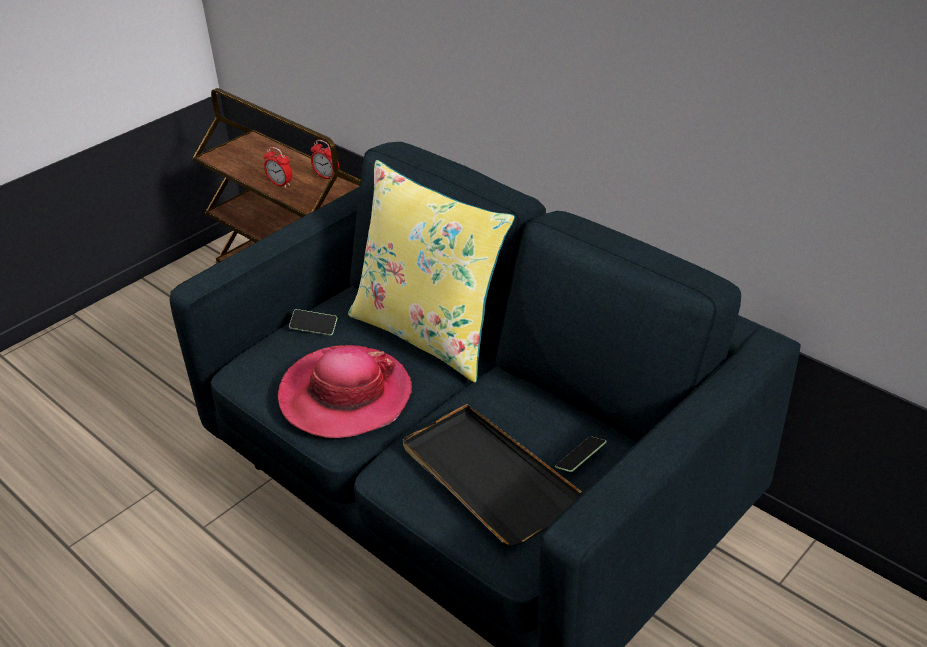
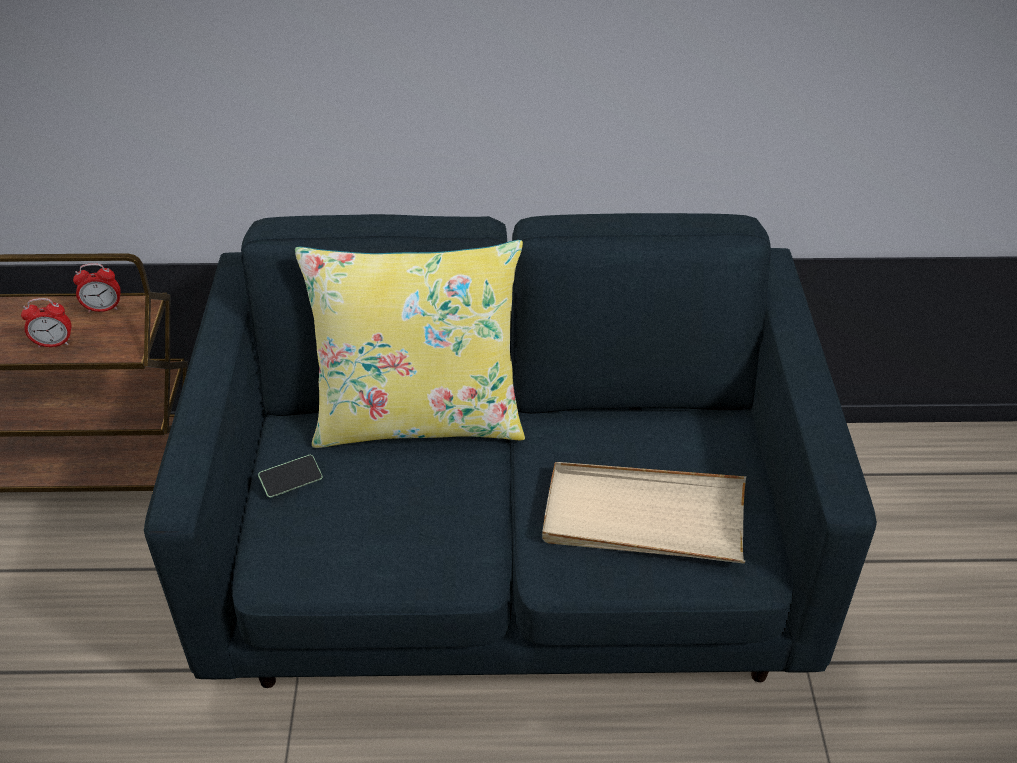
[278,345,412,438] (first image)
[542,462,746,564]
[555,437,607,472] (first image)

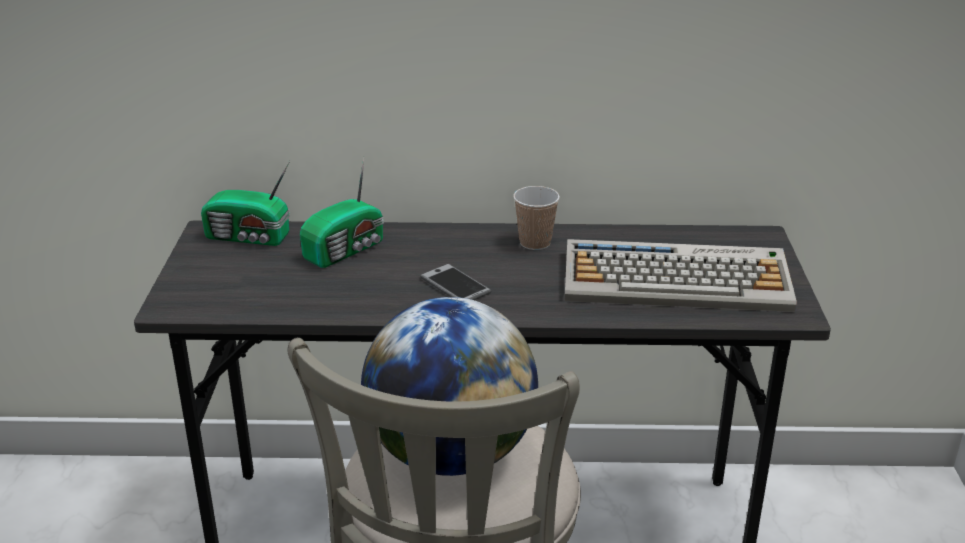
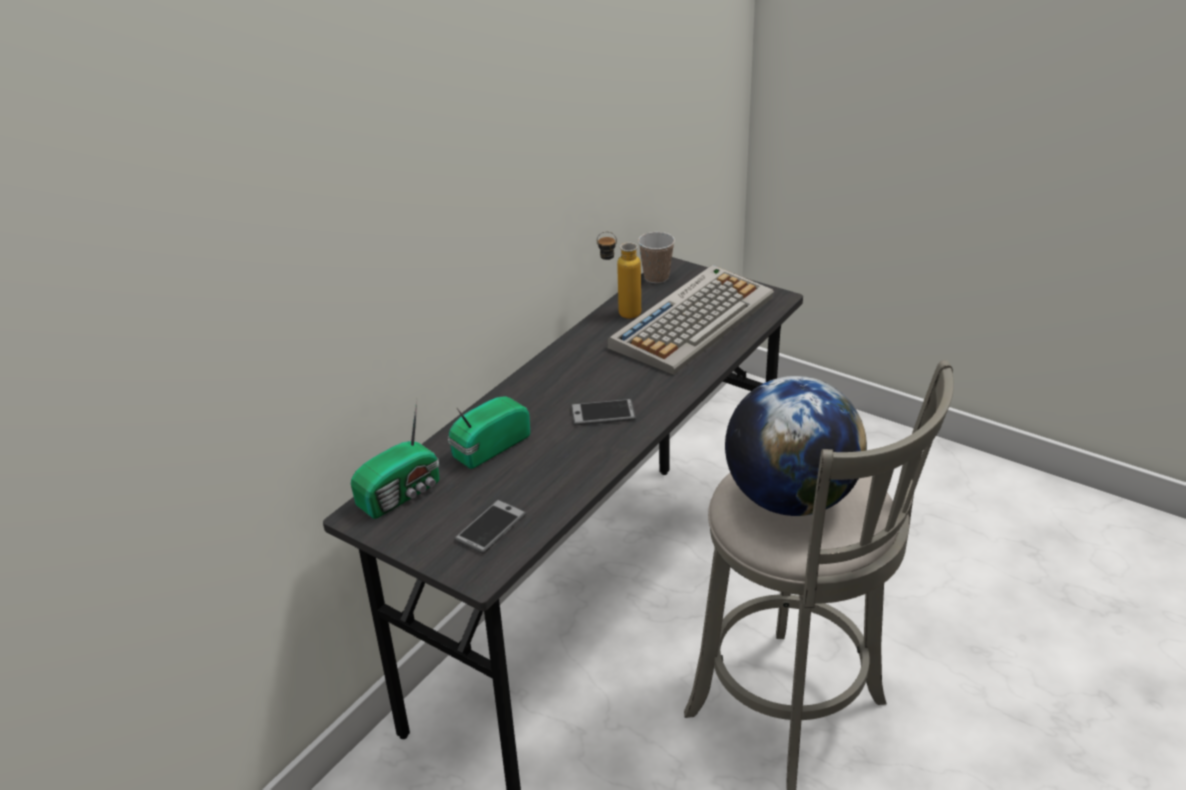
[448,396,530,469]
[638,232,675,283]
[597,231,641,319]
[454,500,526,554]

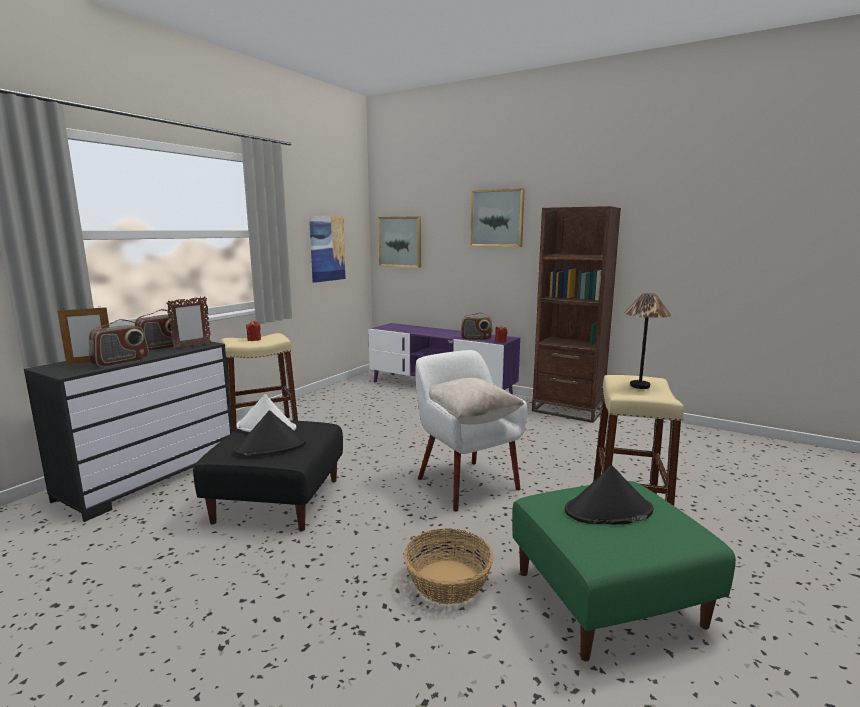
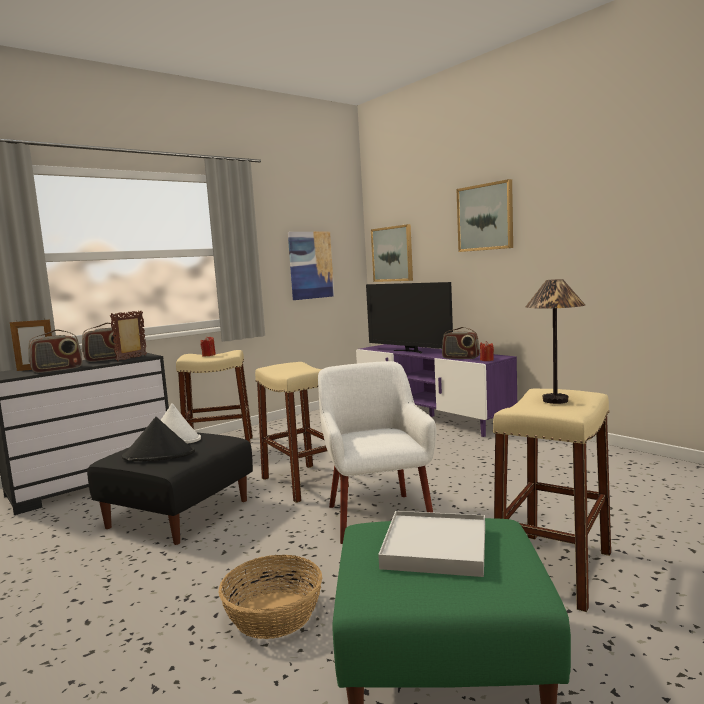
[532,206,621,423] (first image)
[110,310,147,361]
[429,378,524,424] (first image)
[378,511,485,577]
[366,282,453,353]
[255,362,349,503]

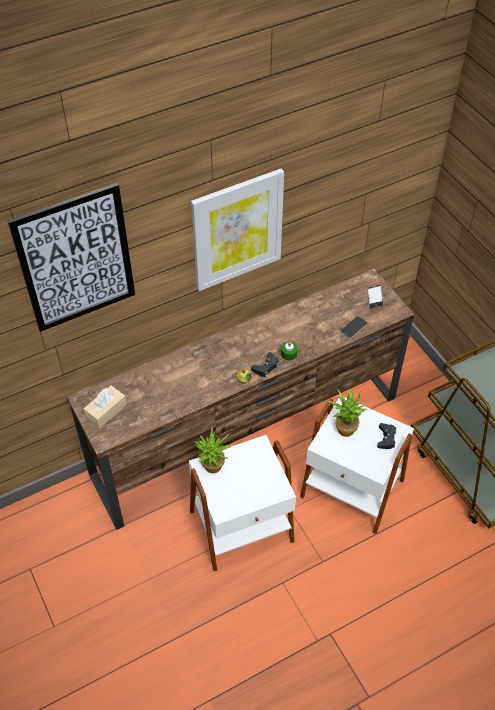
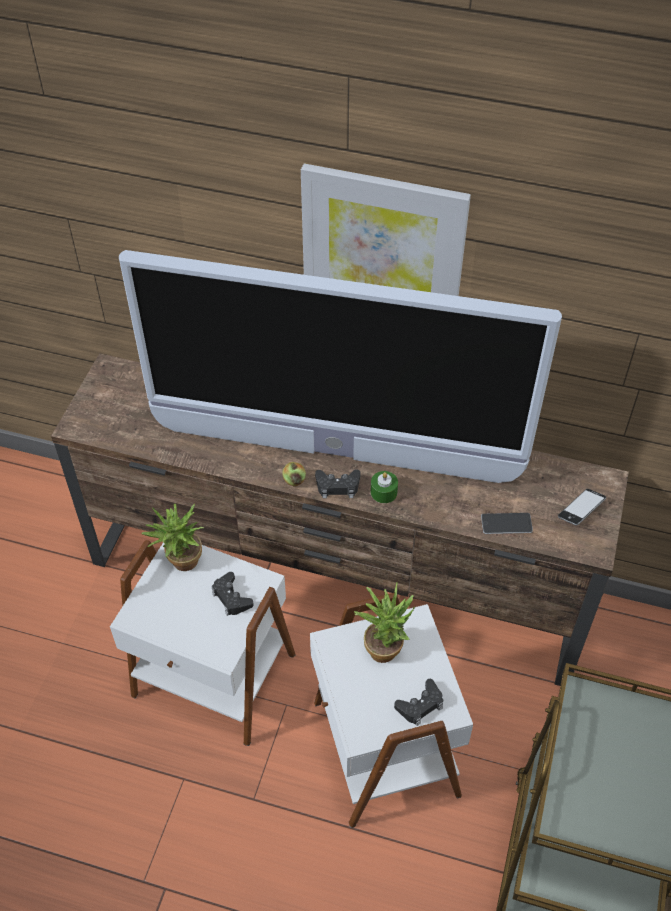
[7,183,135,332] (first image)
[83,385,127,429] (first image)
[119,250,562,483]
[212,572,254,616]

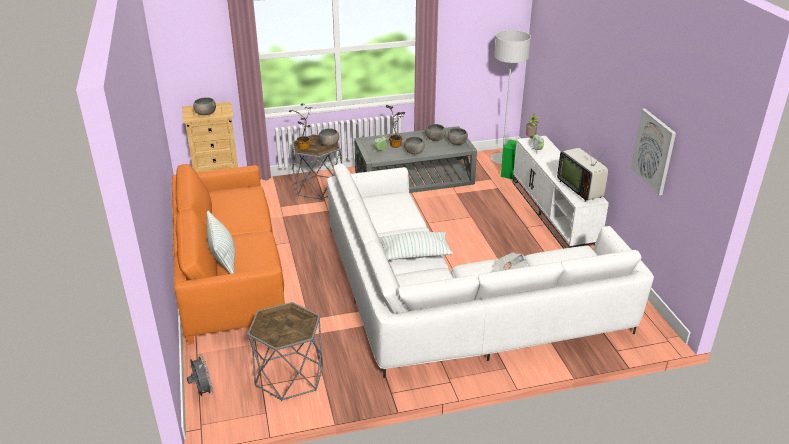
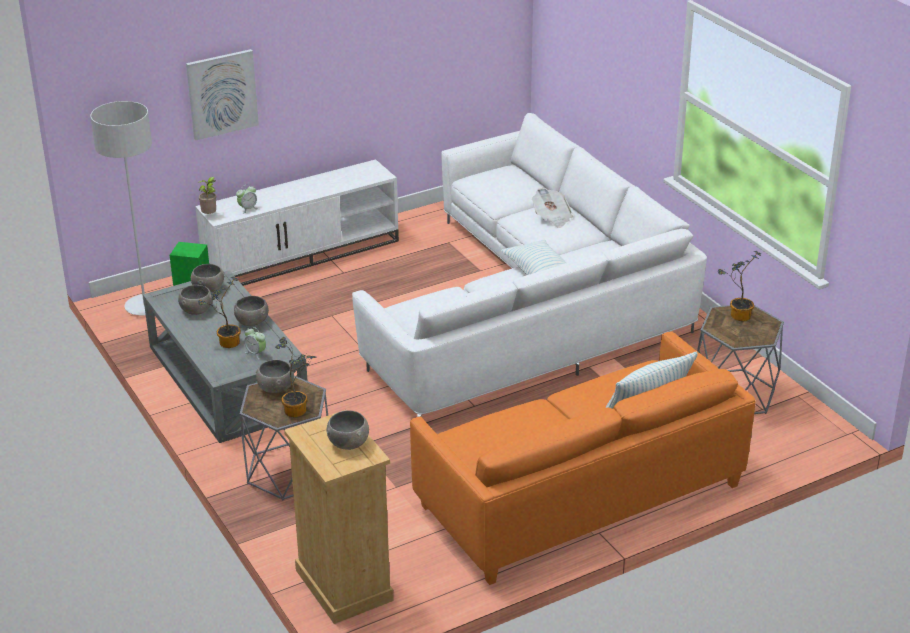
[186,49,259,140]
[557,137,609,202] (first image)
[187,354,214,396] (first image)
[718,251,761,321]

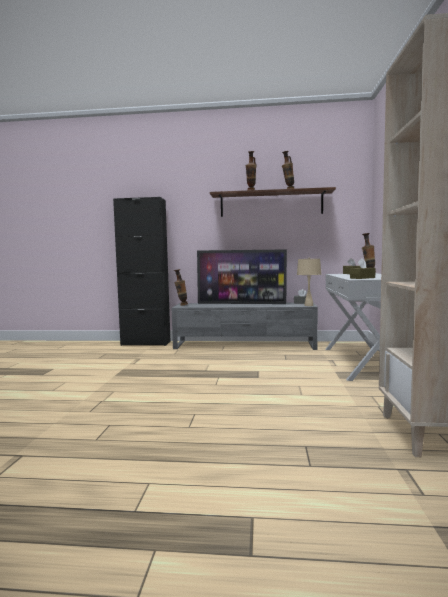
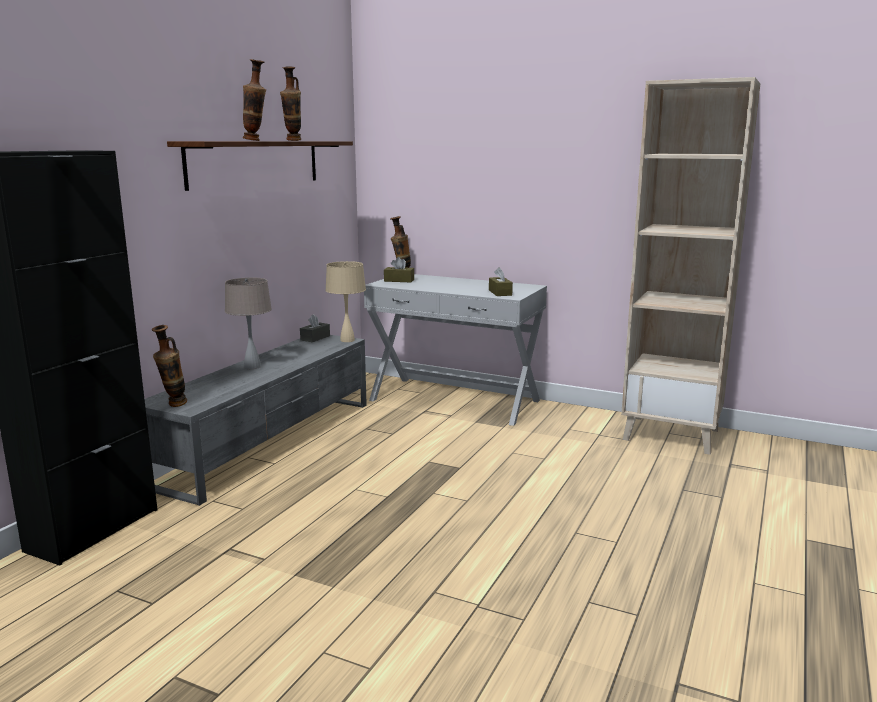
[225,277,272,369]

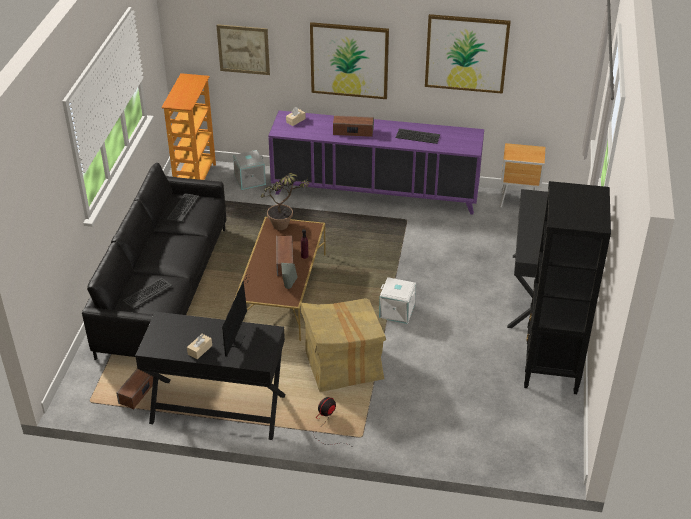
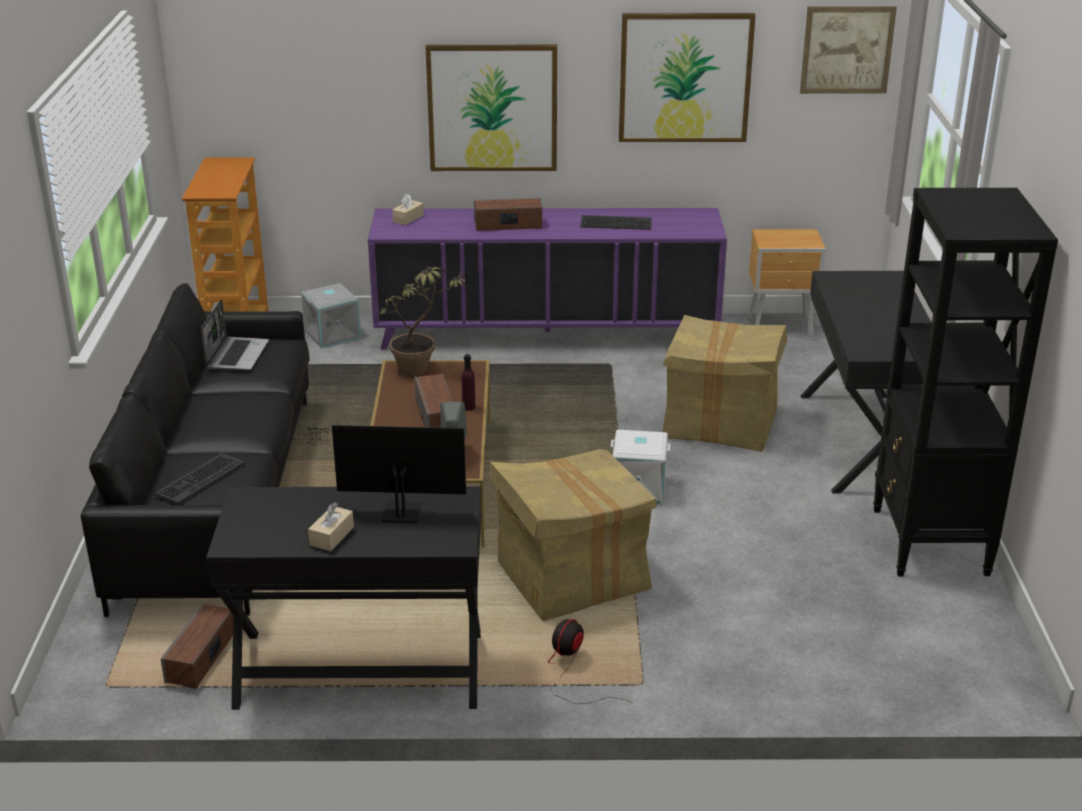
[800,6,897,94]
[201,299,269,371]
[290,425,466,523]
[663,315,787,451]

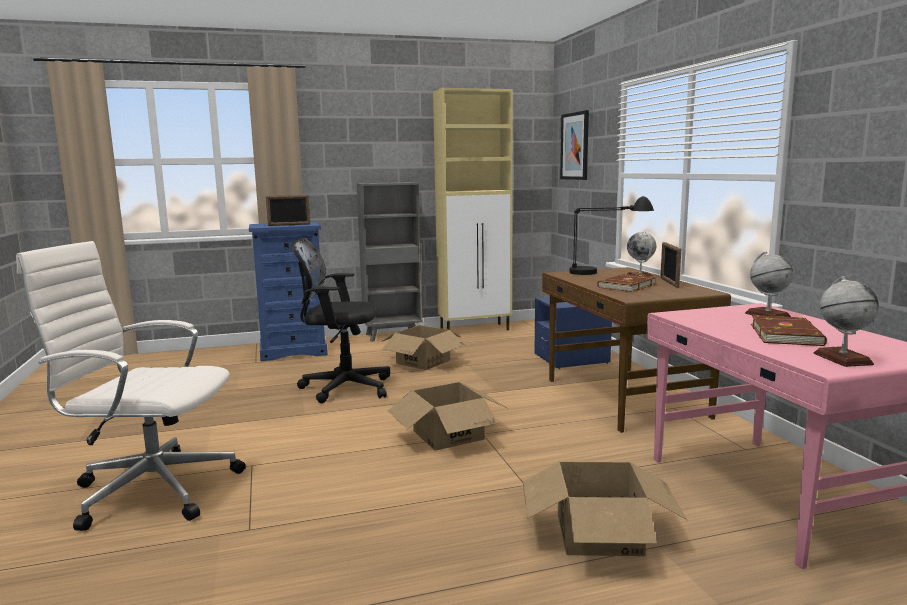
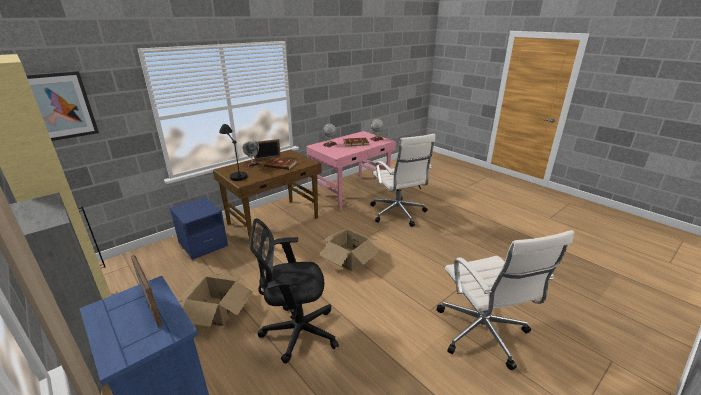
[249,218,339,364]
[370,134,436,227]

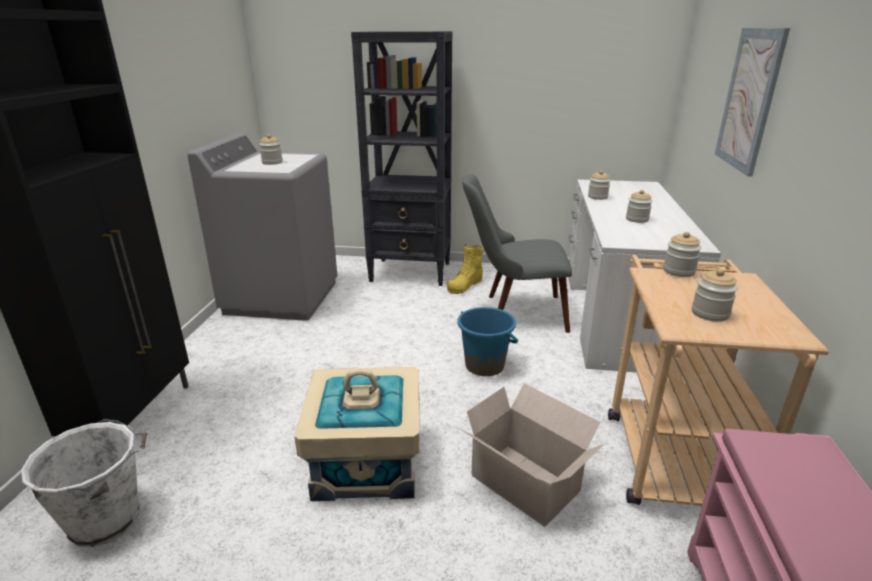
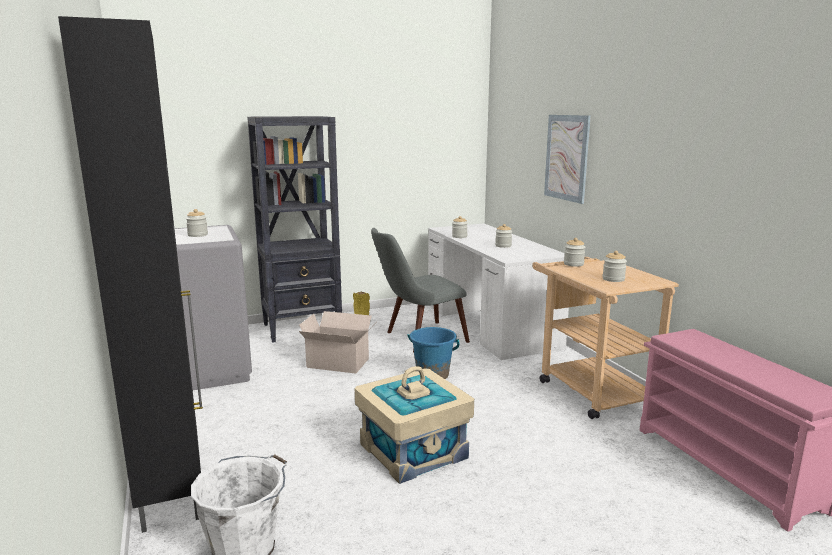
[299,311,374,374]

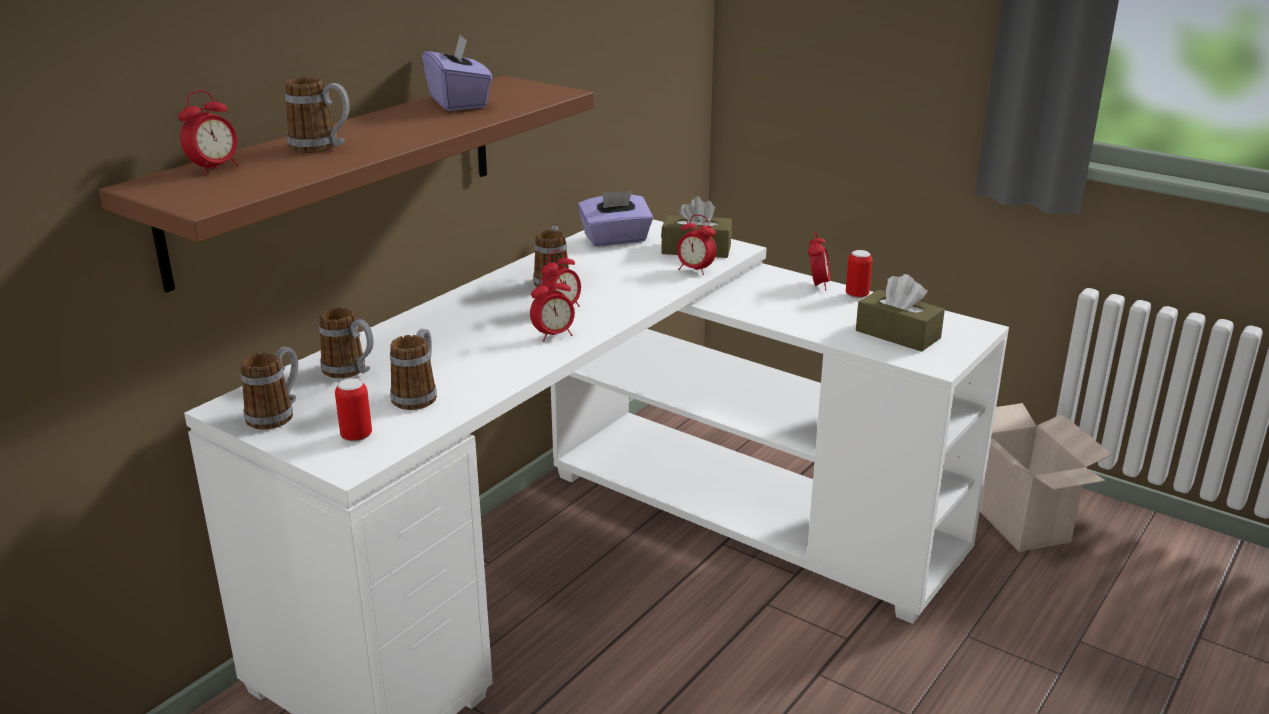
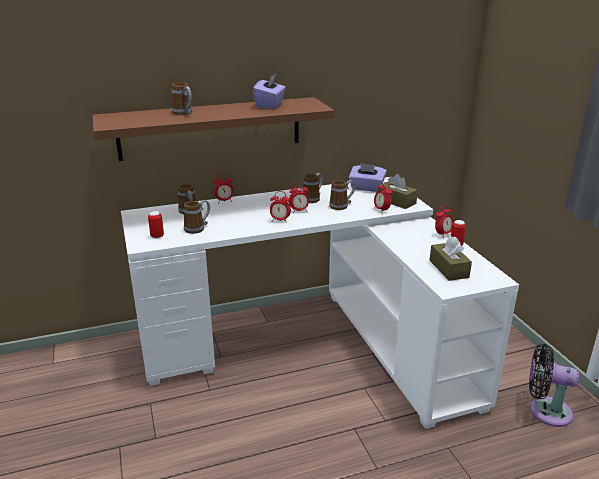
[214,174,234,202]
[329,180,355,210]
[529,344,579,427]

